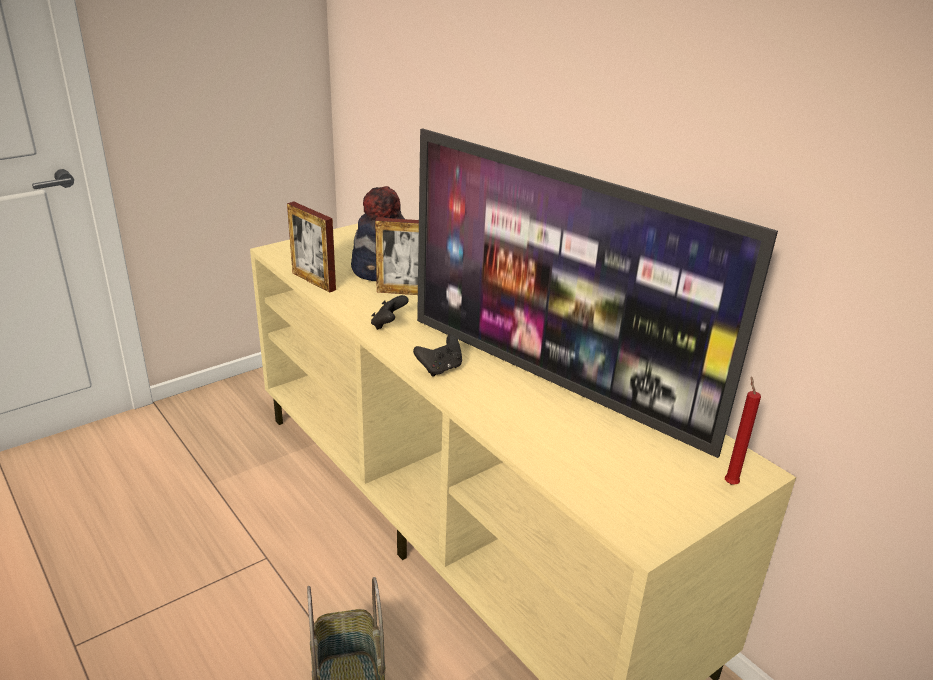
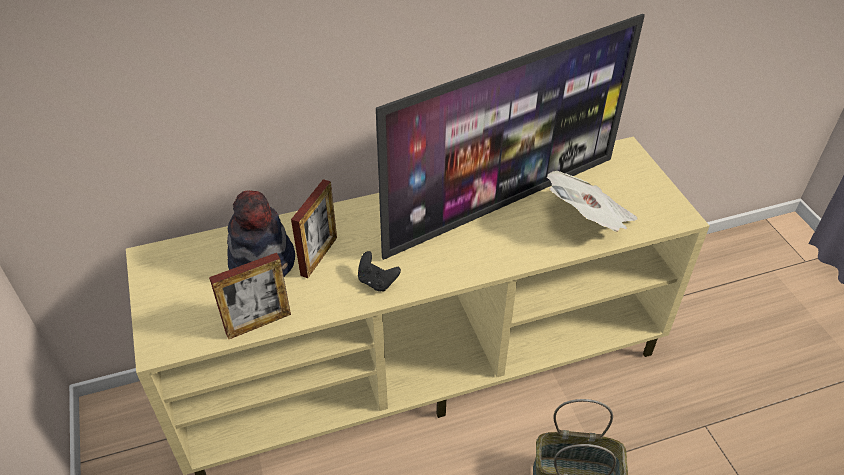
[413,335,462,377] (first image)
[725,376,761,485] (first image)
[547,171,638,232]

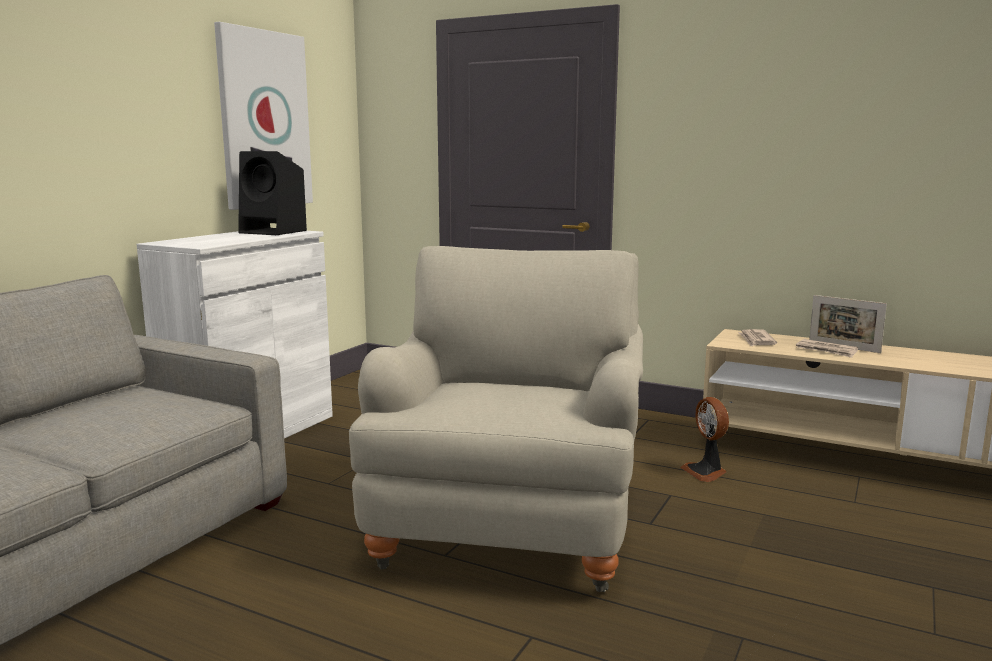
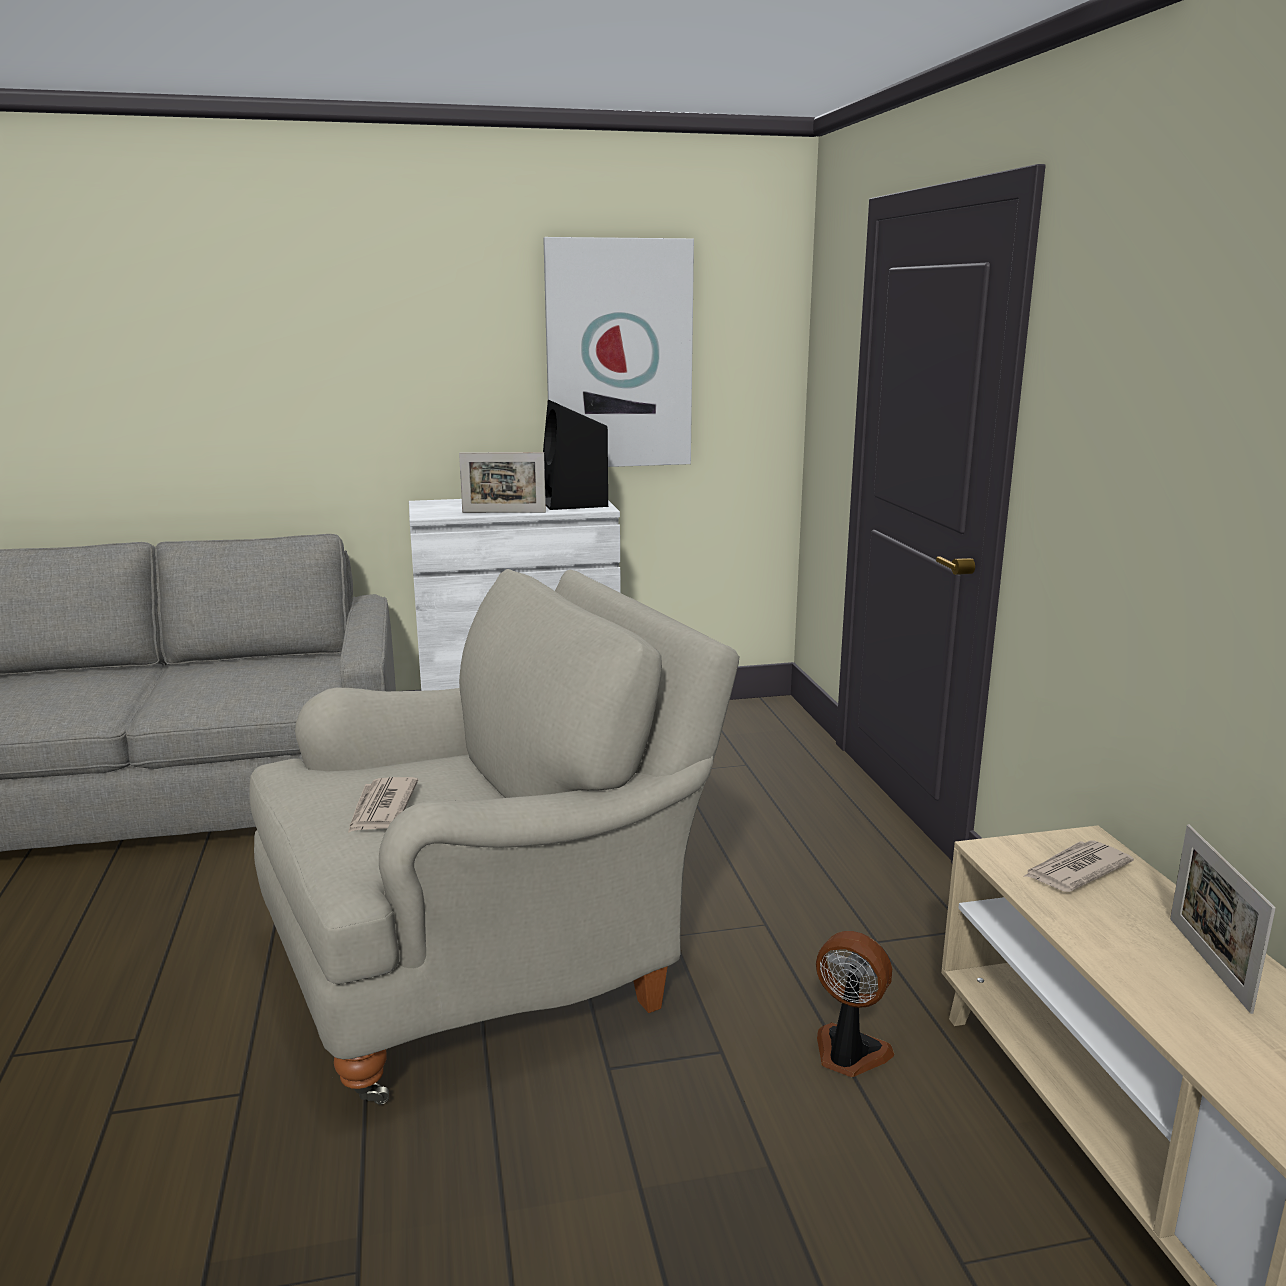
[348,777,418,833]
[816,931,894,1077]
[459,452,546,513]

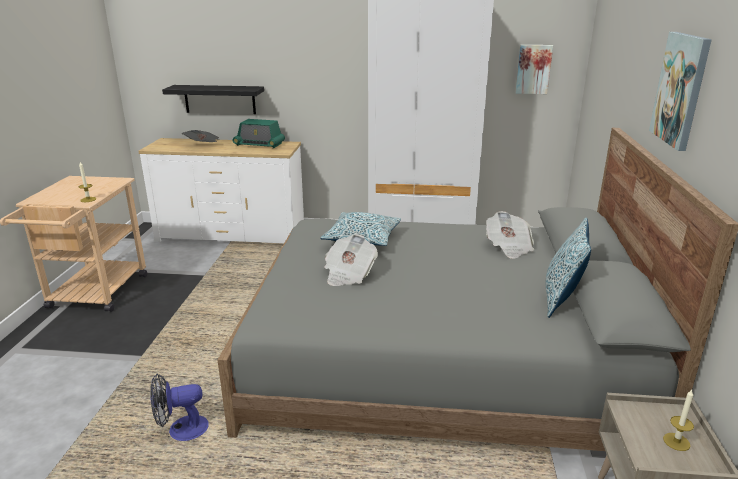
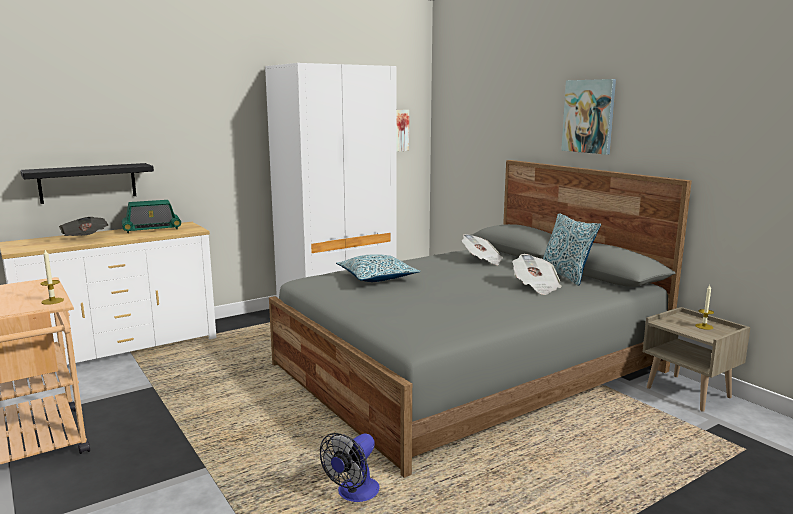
[512,254,562,295]

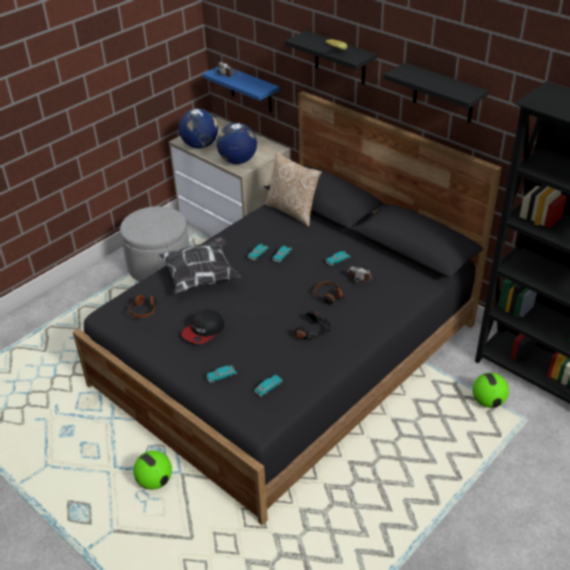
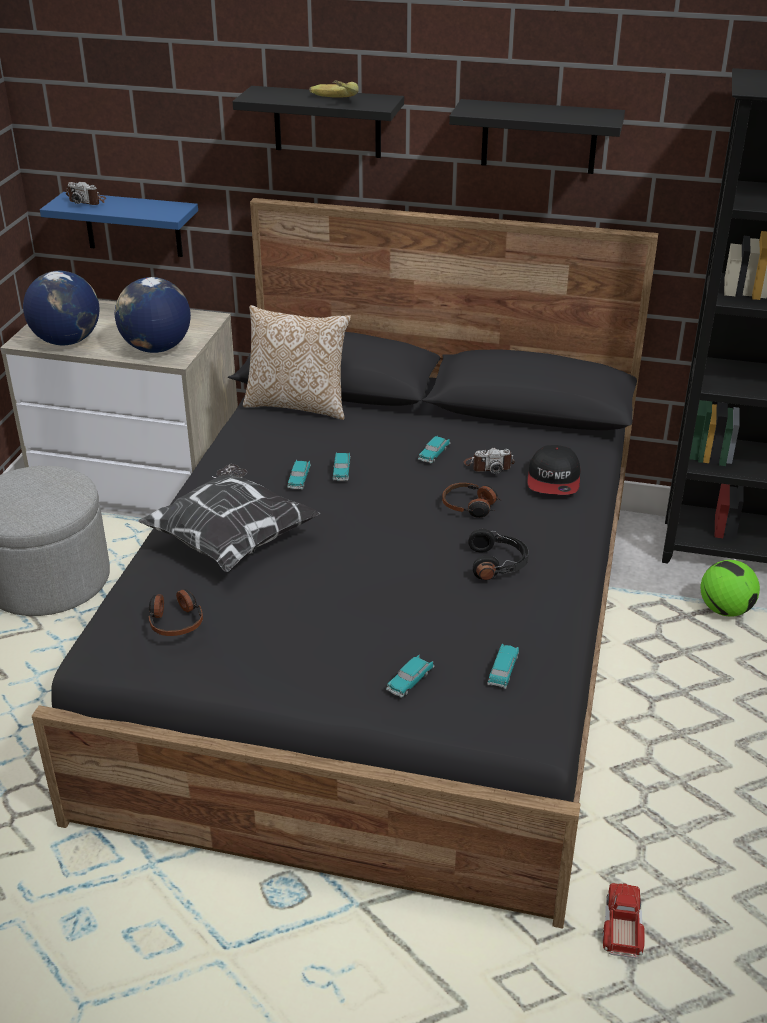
[527,445,580,495]
[133,451,172,490] (first image)
[602,883,645,958]

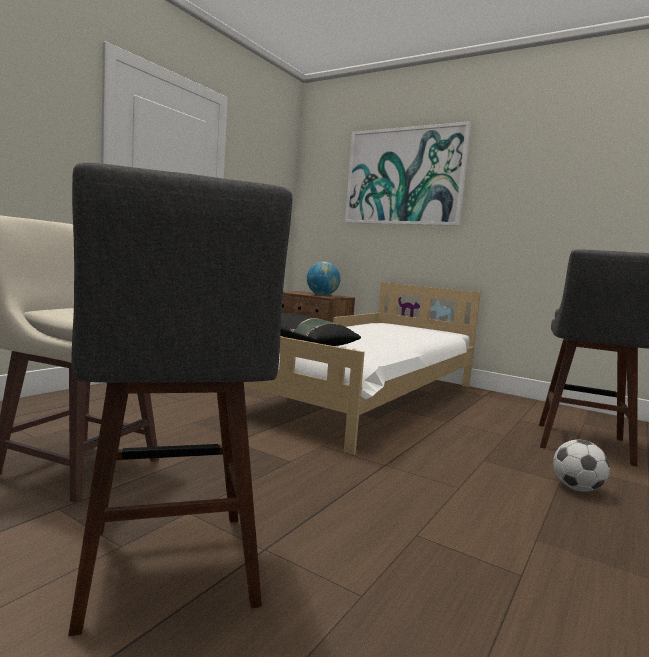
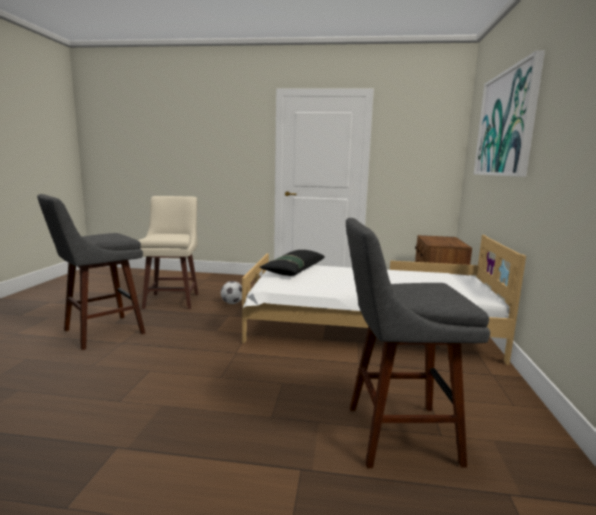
[307,262,340,296] (first image)
[221,281,242,304]

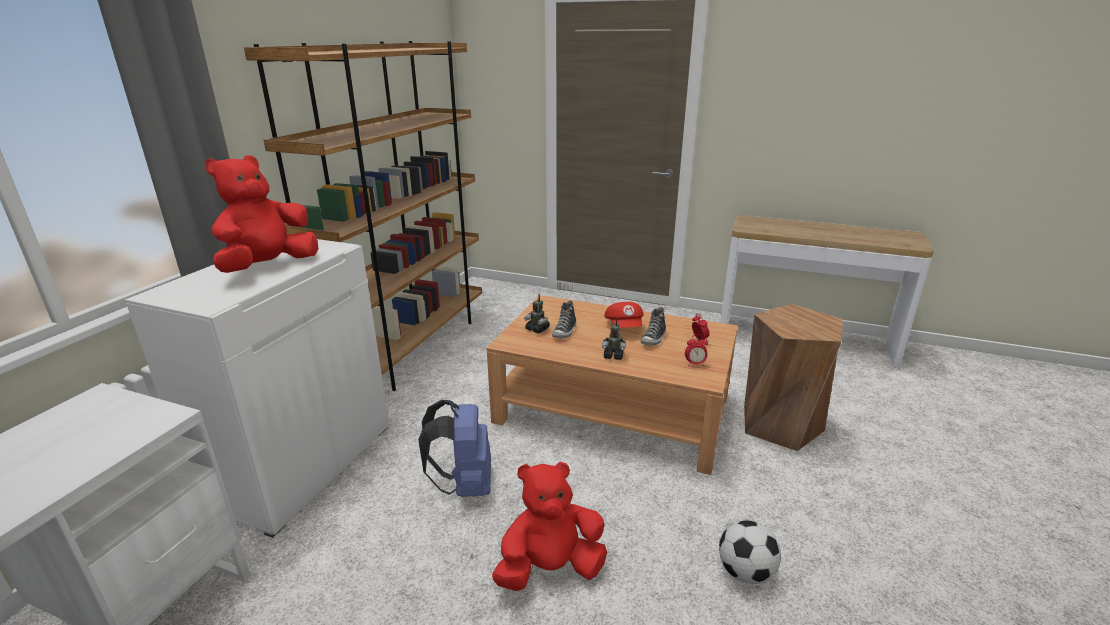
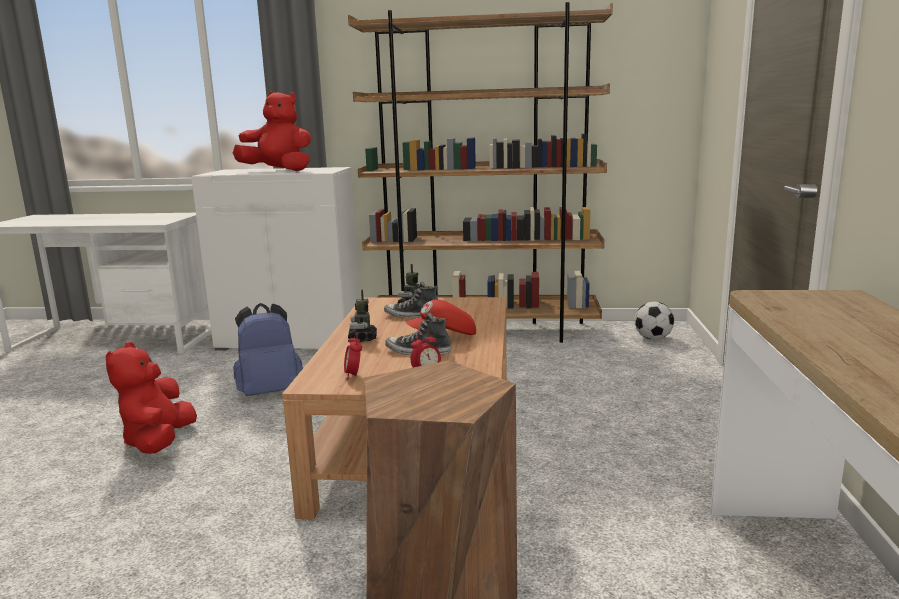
[106,342,197,454]
[634,302,674,340]

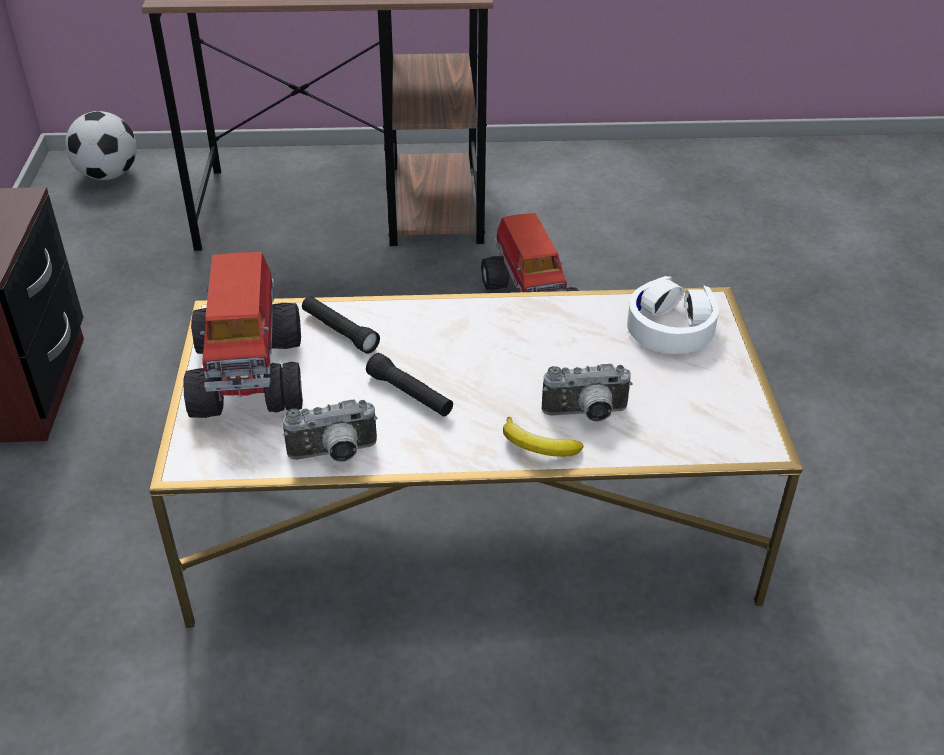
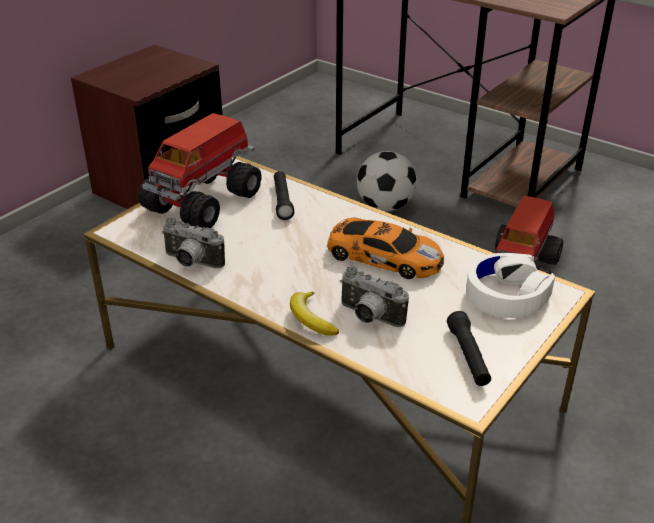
[357,151,417,211]
[447,311,491,386]
[327,218,444,279]

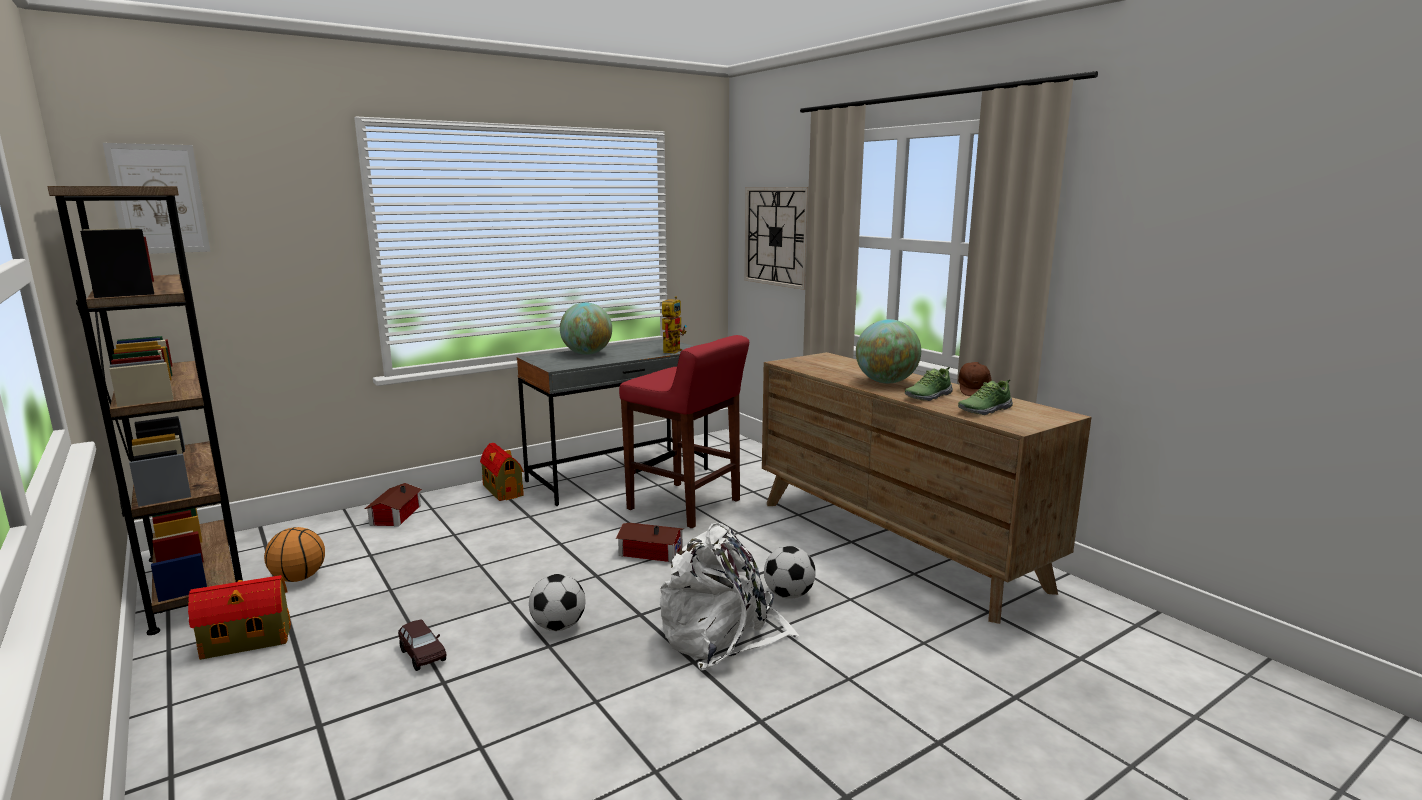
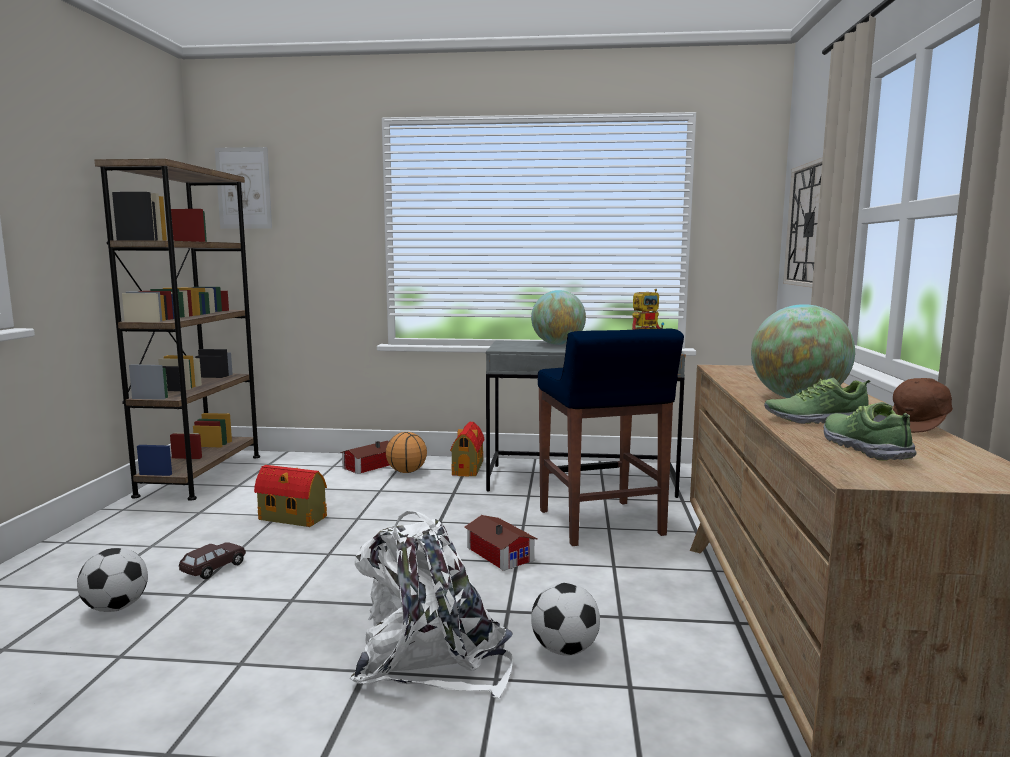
[538,328,684,546]
[823,402,917,460]
[386,432,427,473]
[77,548,148,612]
[254,465,327,527]
[179,542,246,579]

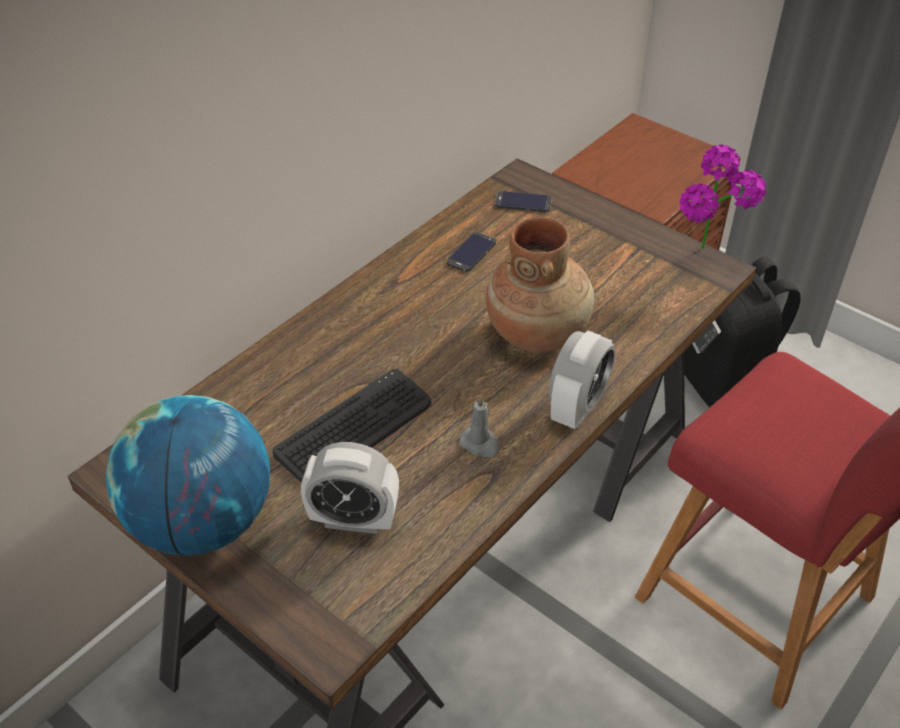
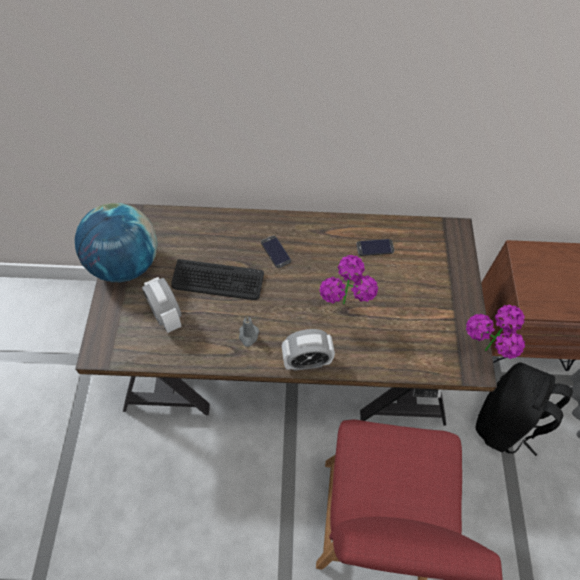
[261,236,291,268]
[320,255,378,304]

